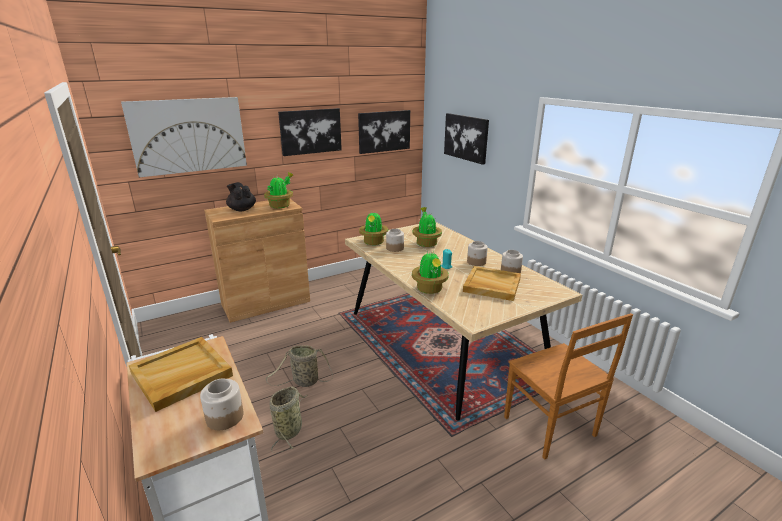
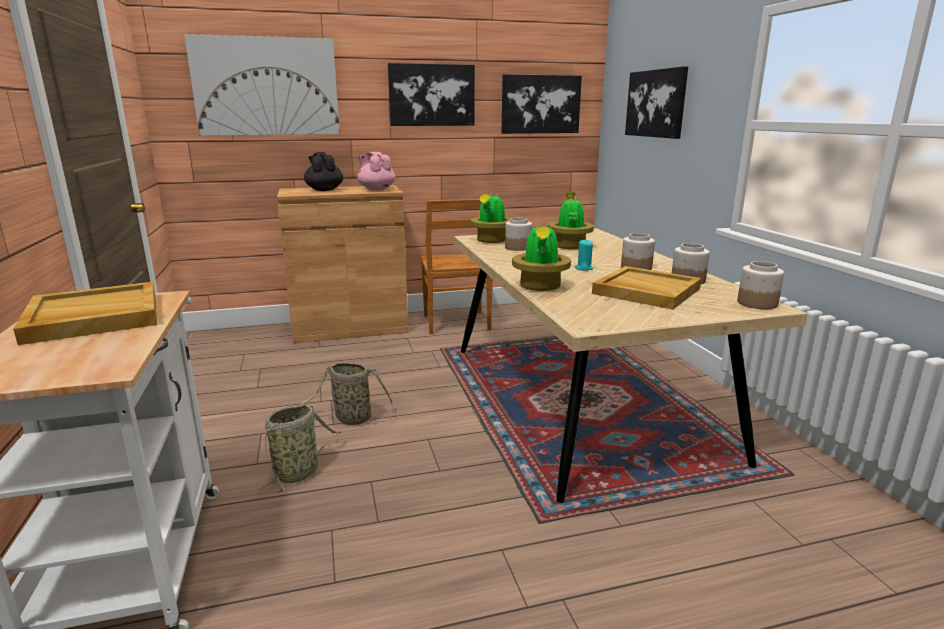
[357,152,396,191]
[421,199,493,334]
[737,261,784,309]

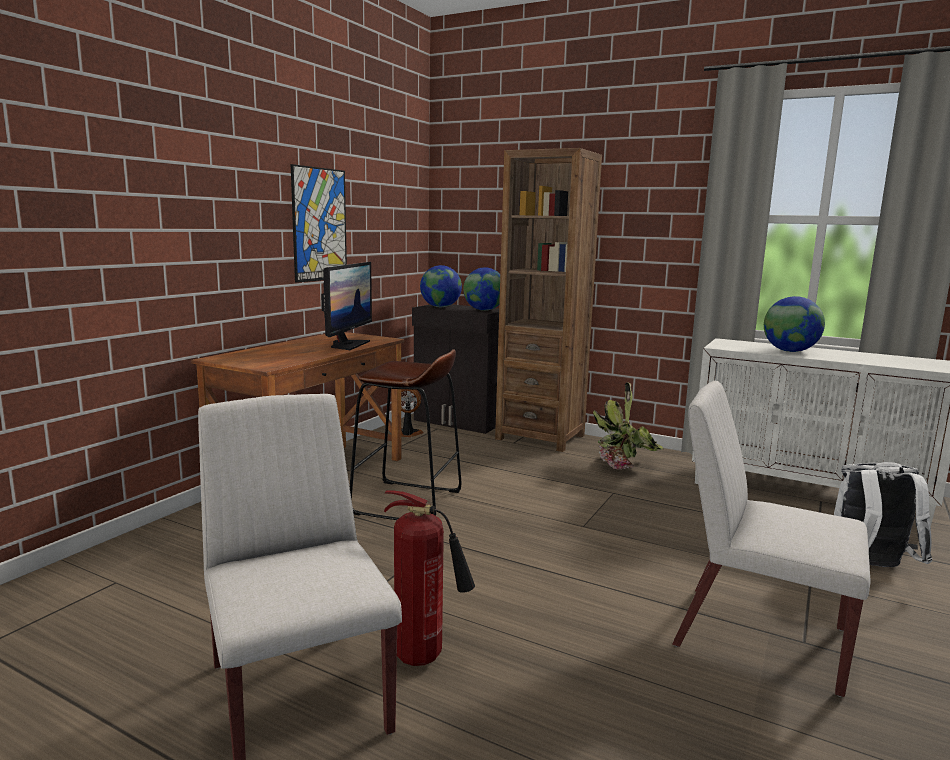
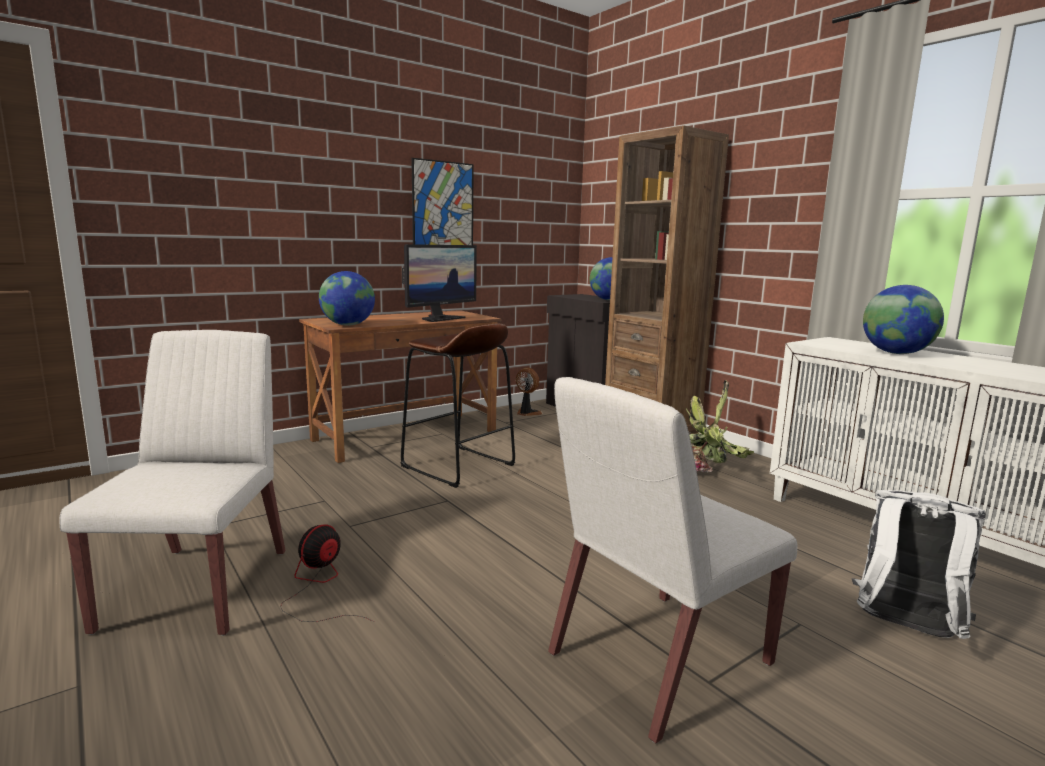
[319,271,375,326]
[548,377,797,743]
[280,524,375,622]

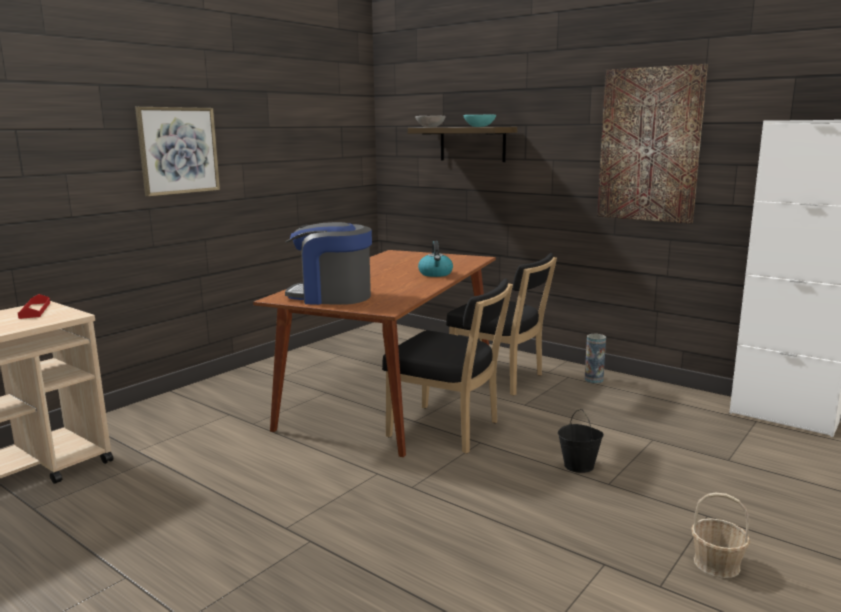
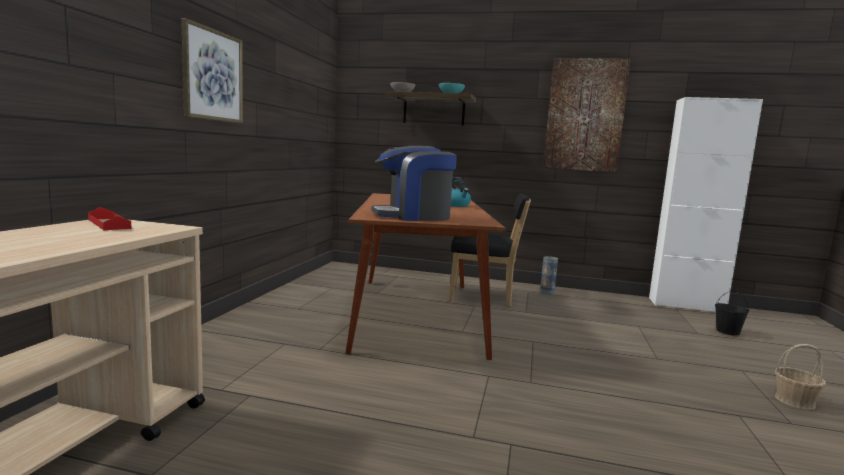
[382,279,513,454] (first image)
[715,290,749,336]

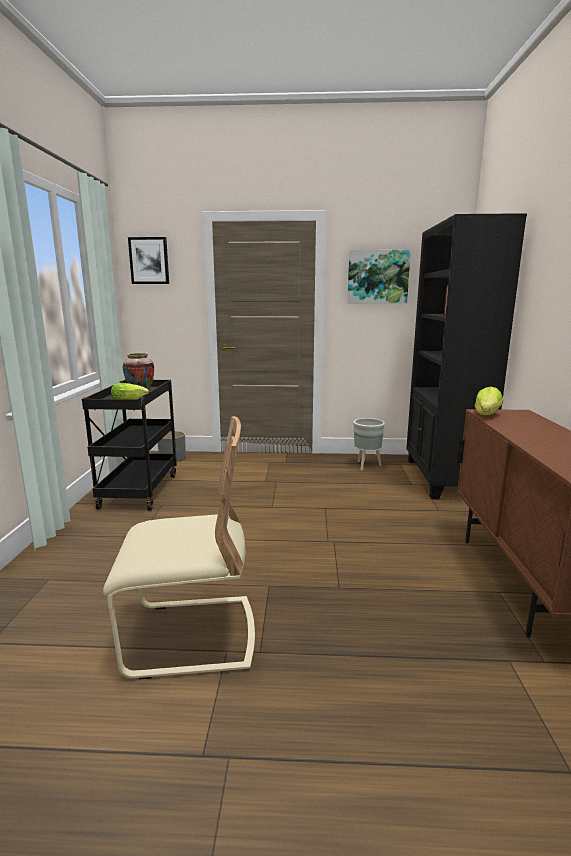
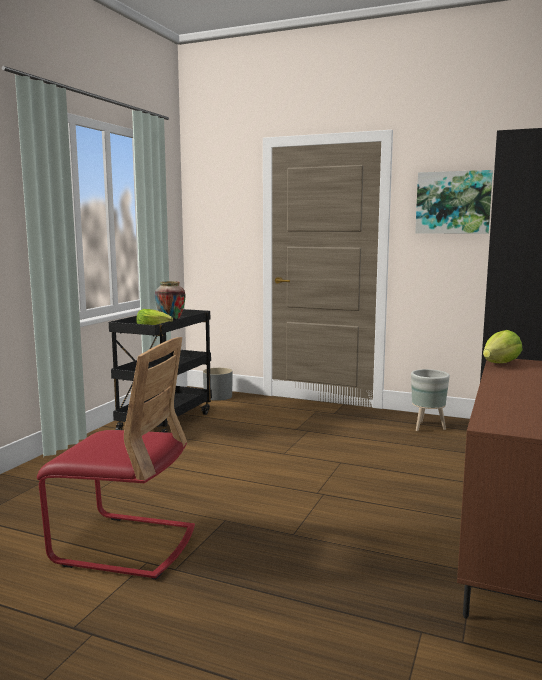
[128,237,169,284] (first image)
[37,337,195,580]

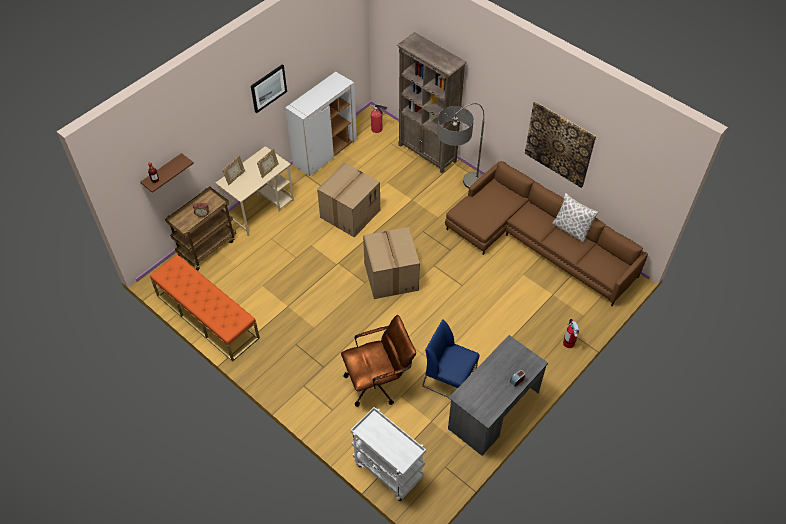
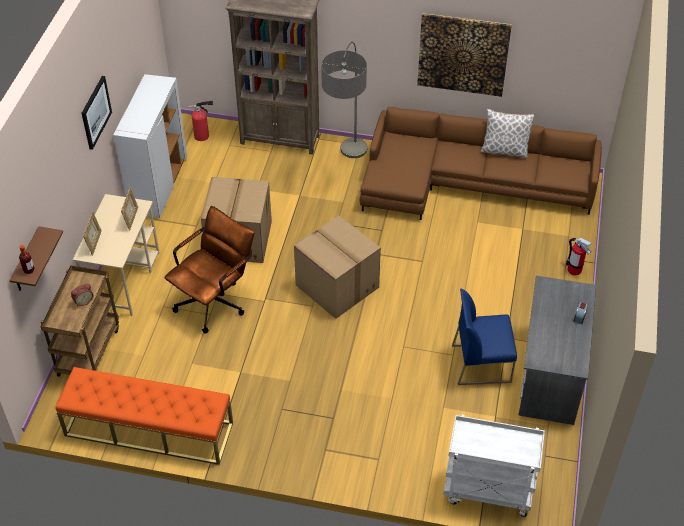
[165,206,254,334]

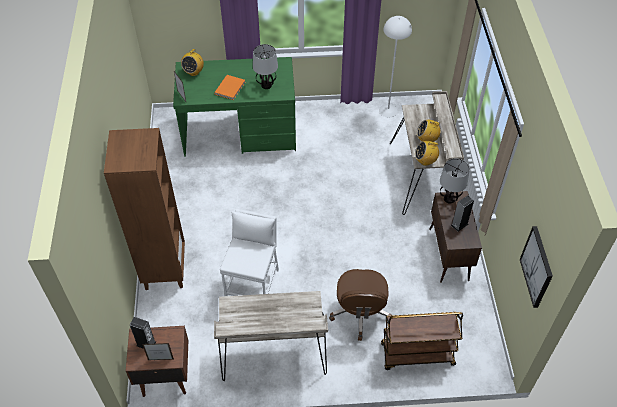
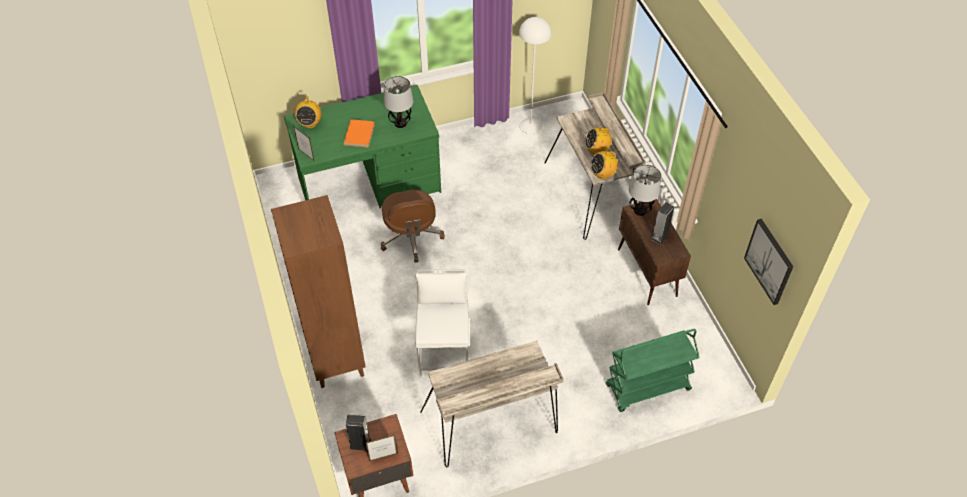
[381,190,445,262]
[606,329,700,412]

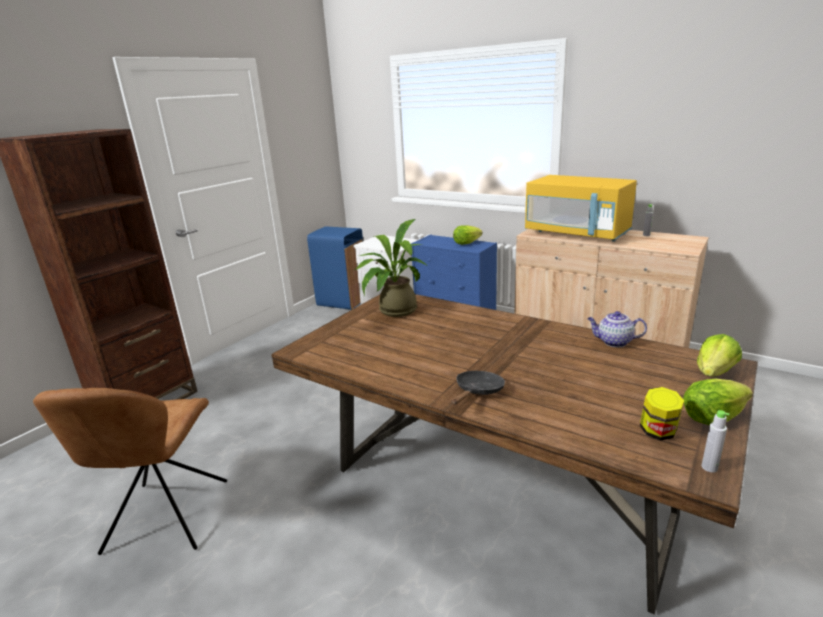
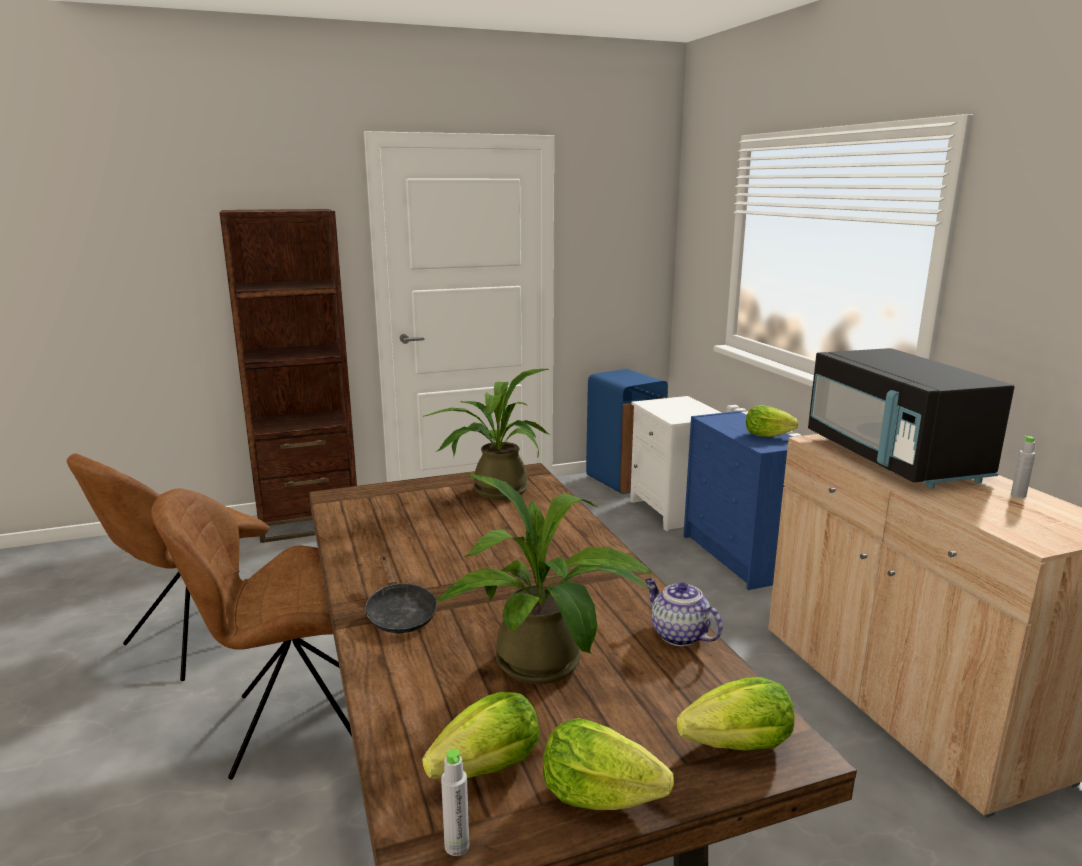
[808,348,1014,488]
[364,556,437,633]
[422,692,539,779]
[436,473,653,684]
[152,489,352,779]

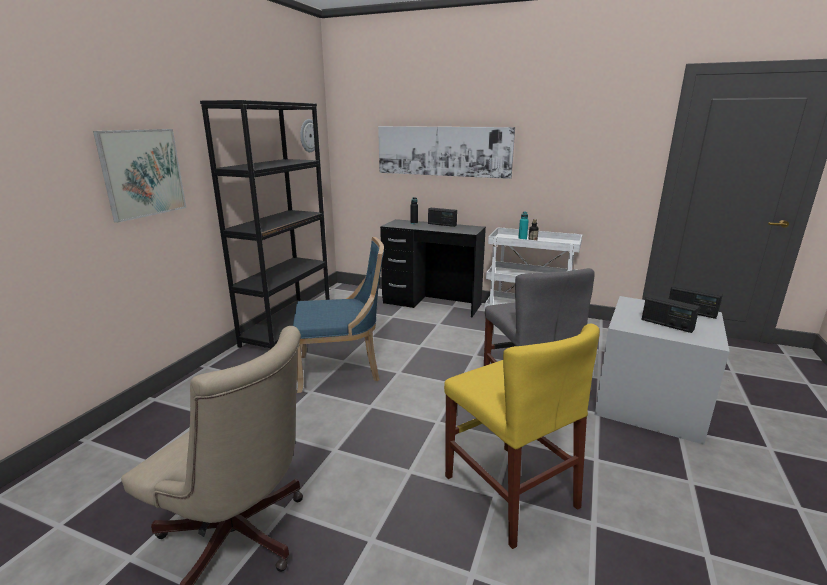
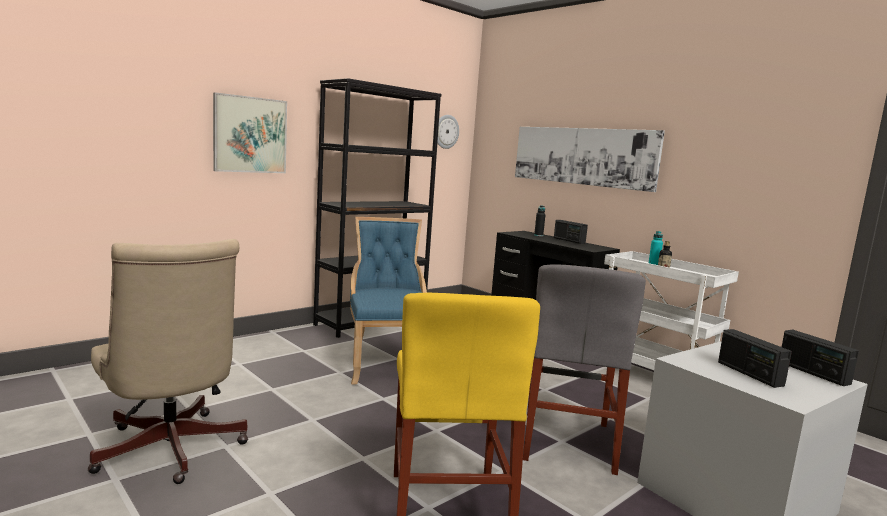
[350,217,427,385]

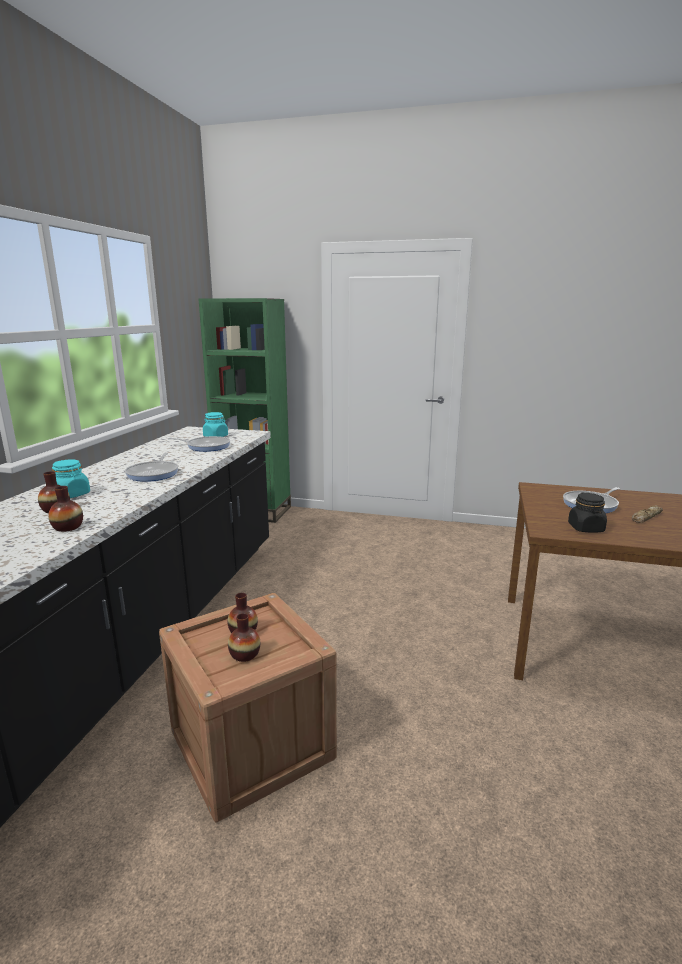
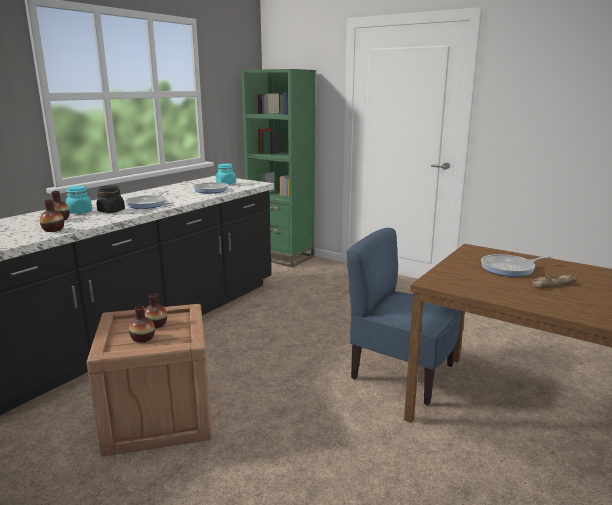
[97,185,125,213]
[346,228,462,406]

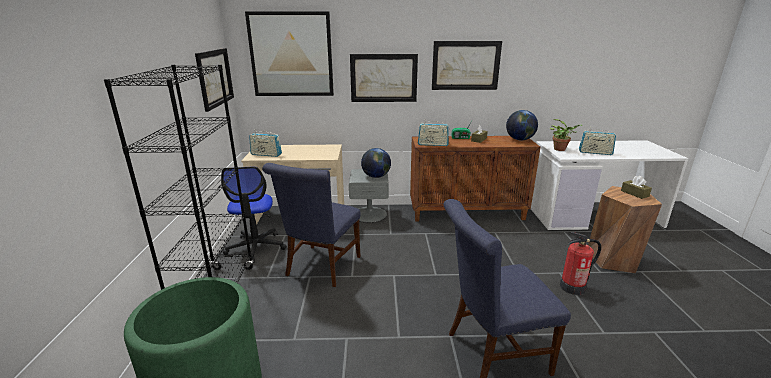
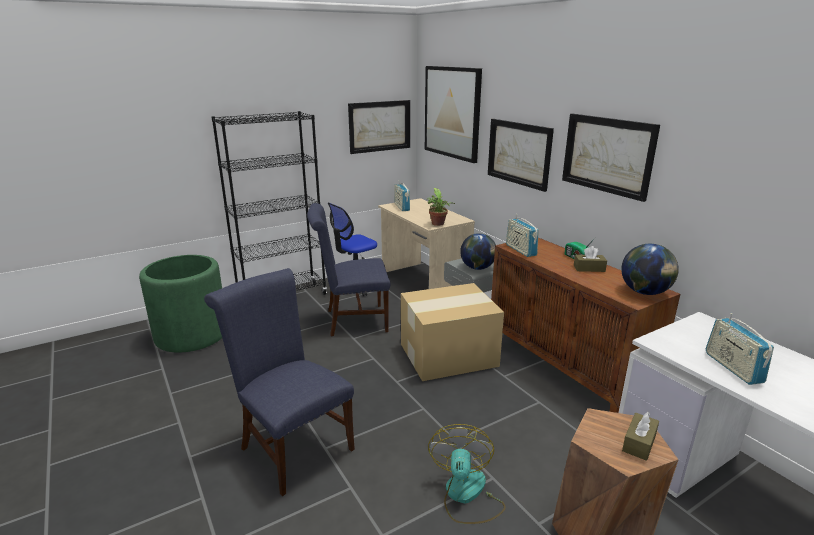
[427,188,455,226]
[428,424,506,524]
[401,283,504,381]

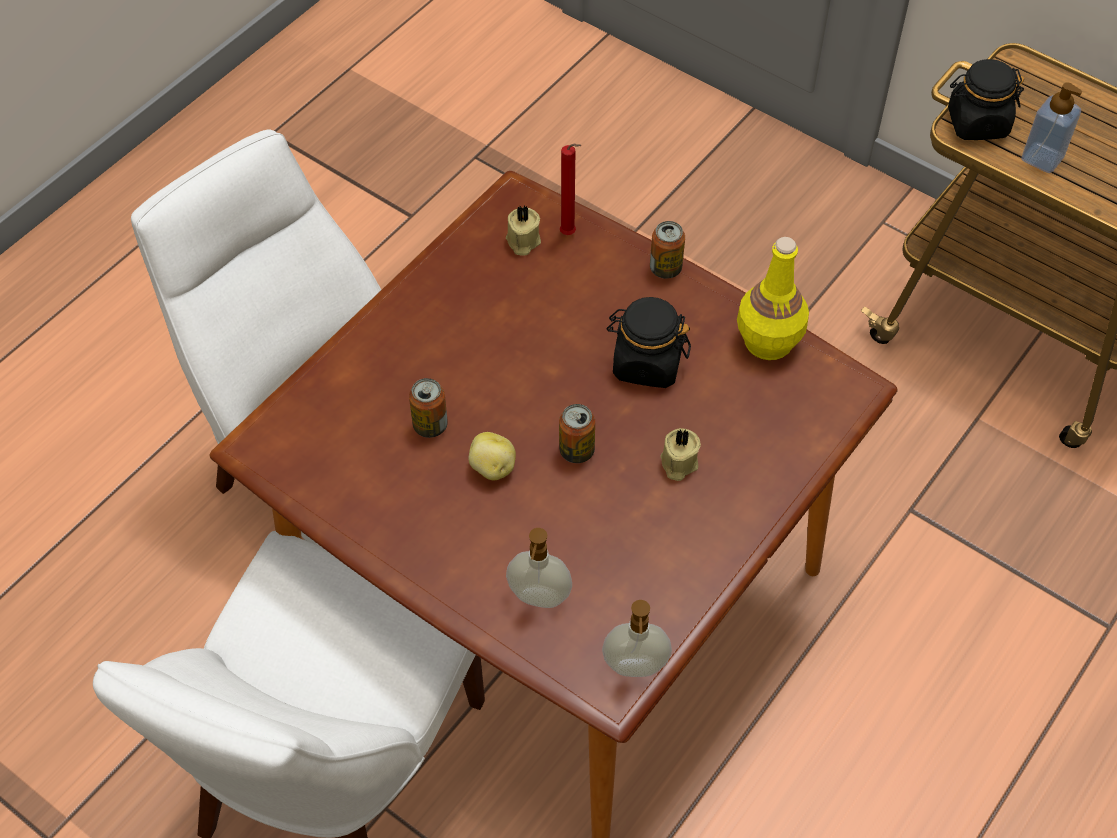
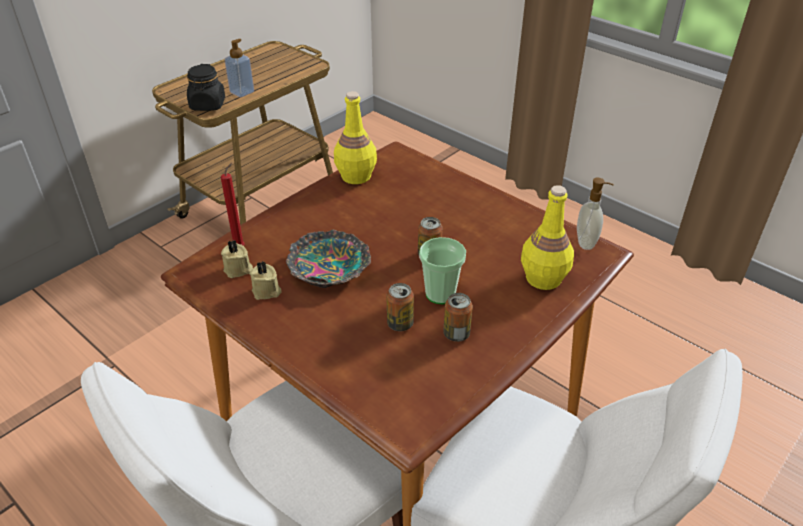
[443,293,473,342]
[606,297,691,388] (first image)
[250,261,282,300]
[419,237,466,304]
[521,185,574,290]
[286,229,371,288]

